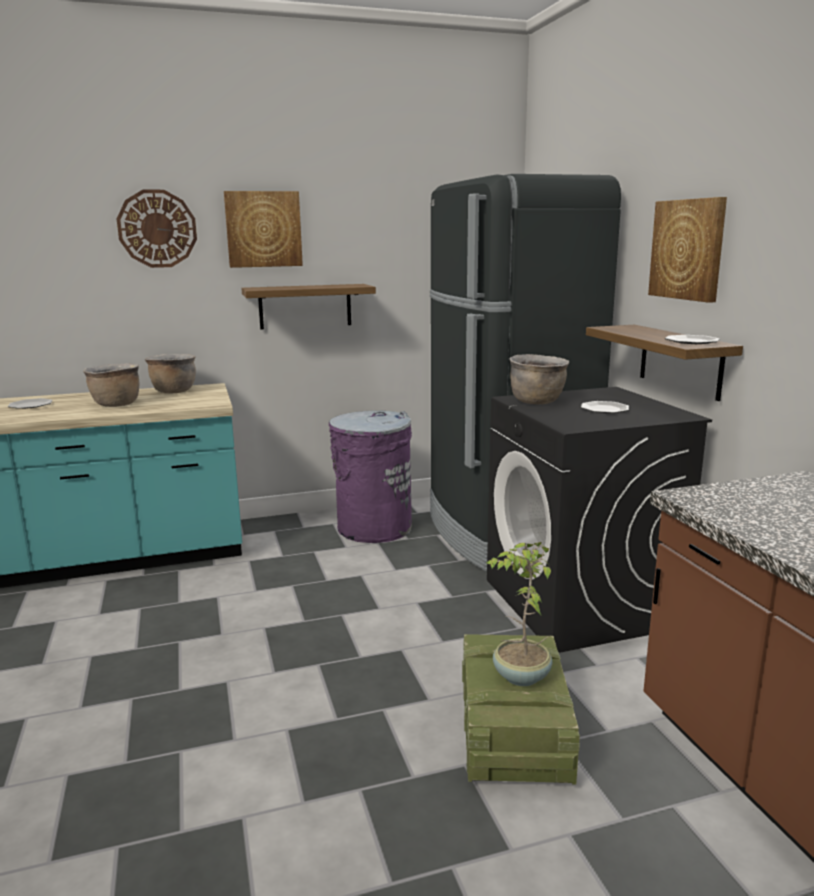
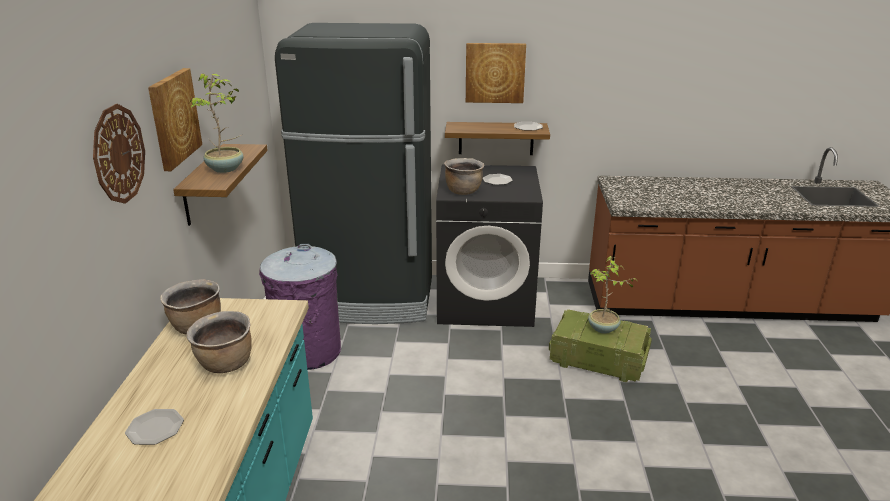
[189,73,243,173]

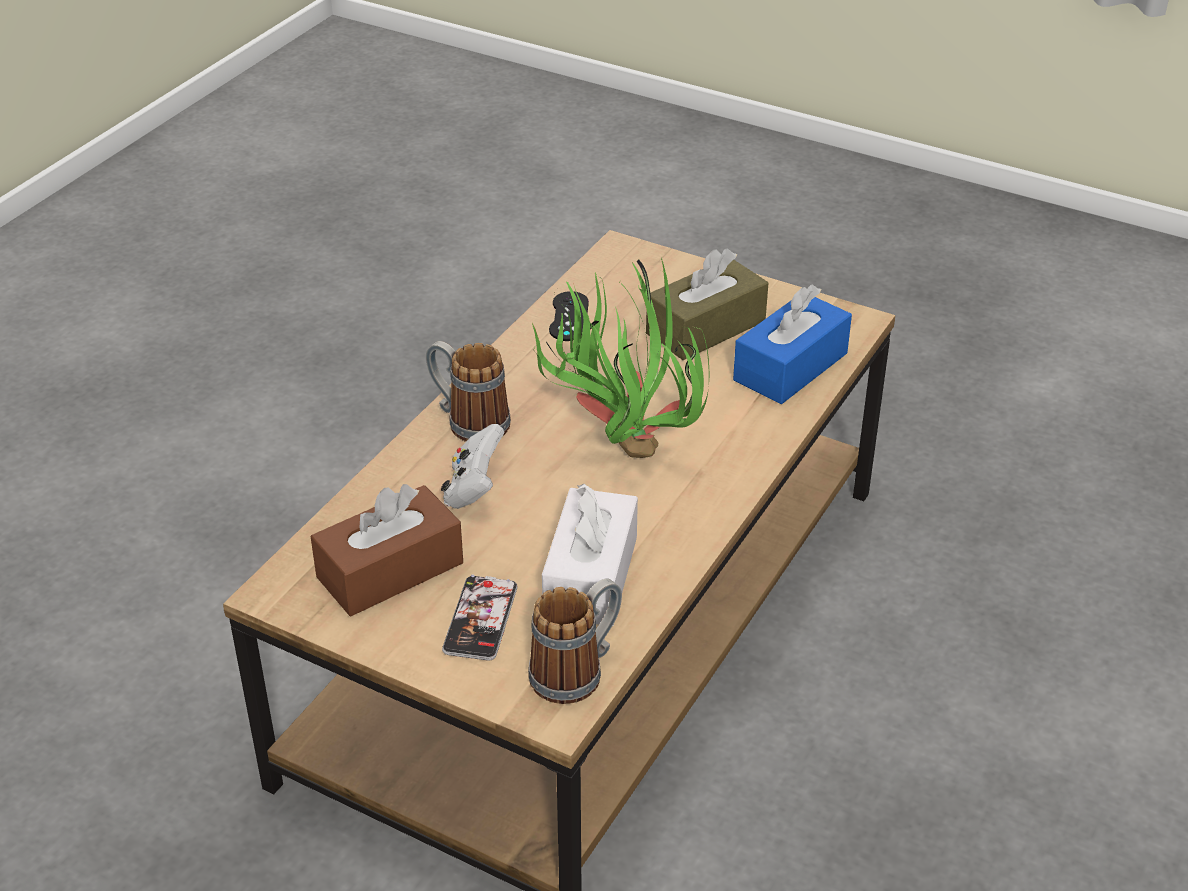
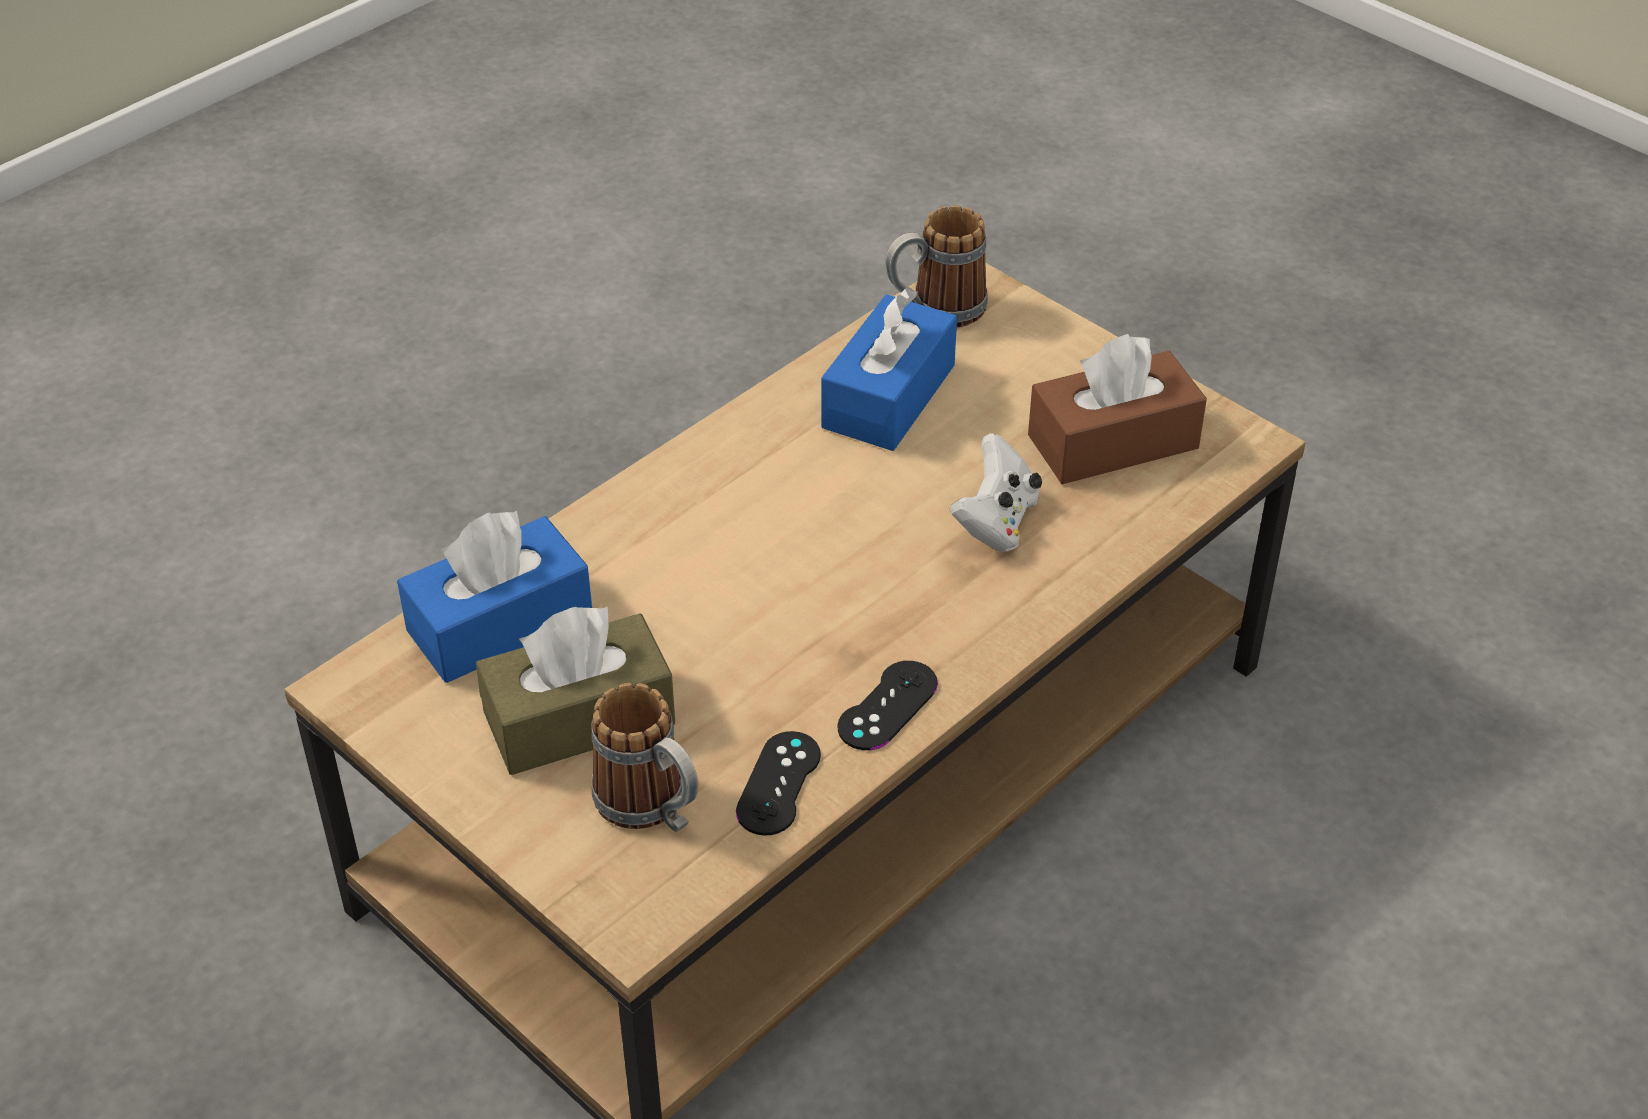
[532,258,709,458] (first image)
[592,683,698,832]
[821,288,957,451]
[442,575,518,661] (first image)
[838,661,938,750]

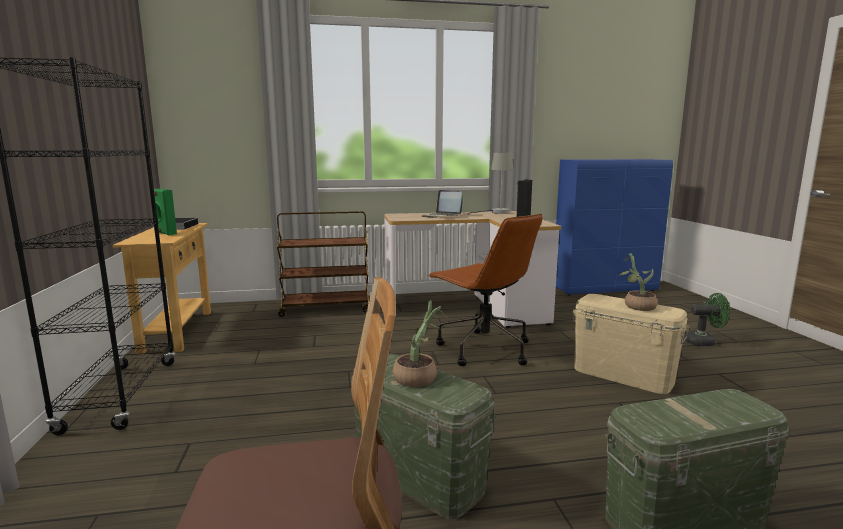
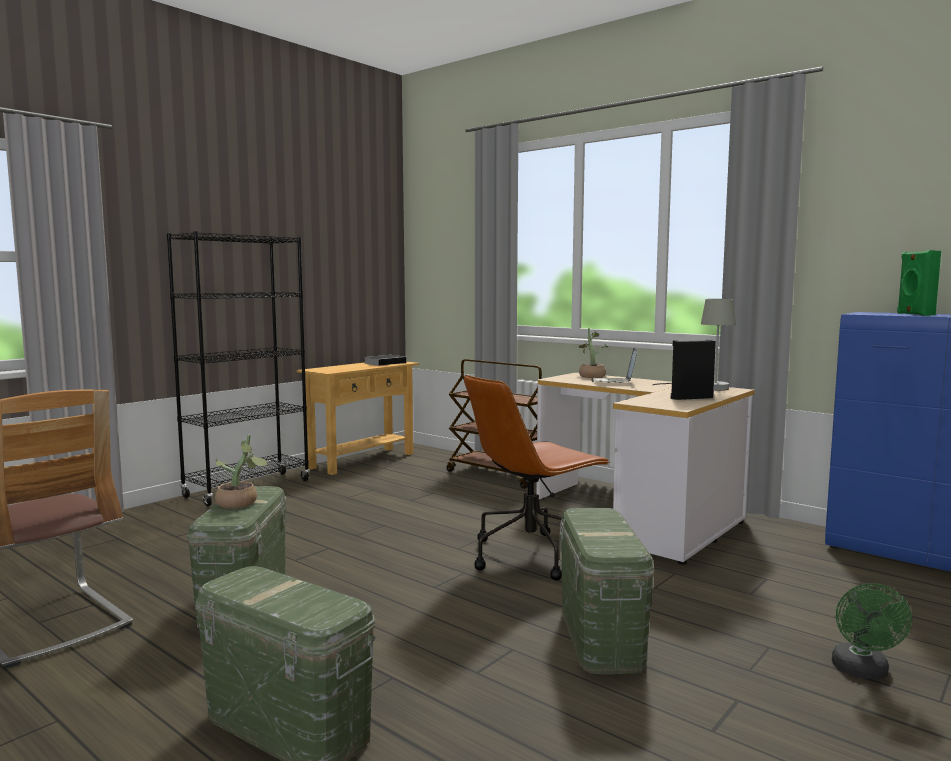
[897,250,941,316]
[464,375,610,581]
[579,328,608,378]
[832,583,912,679]
[559,508,654,674]

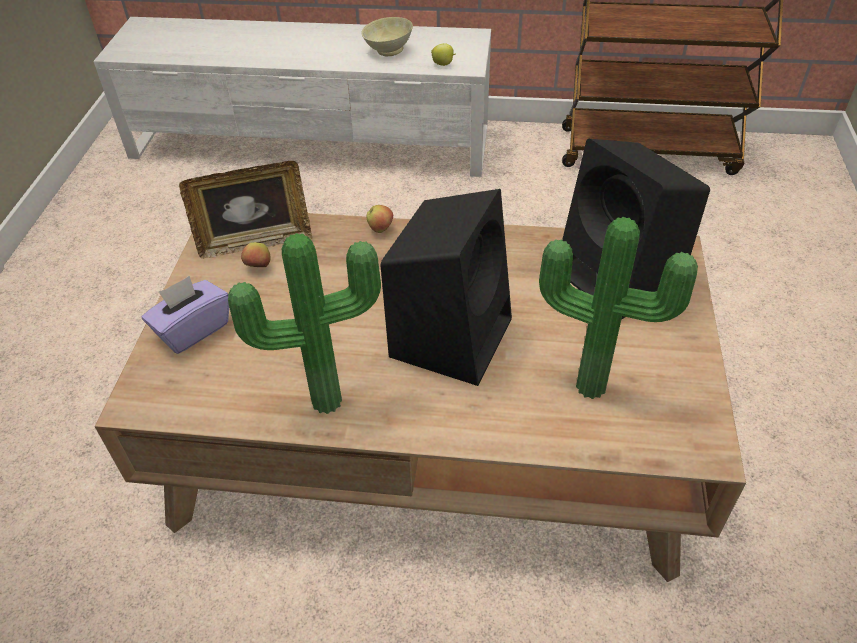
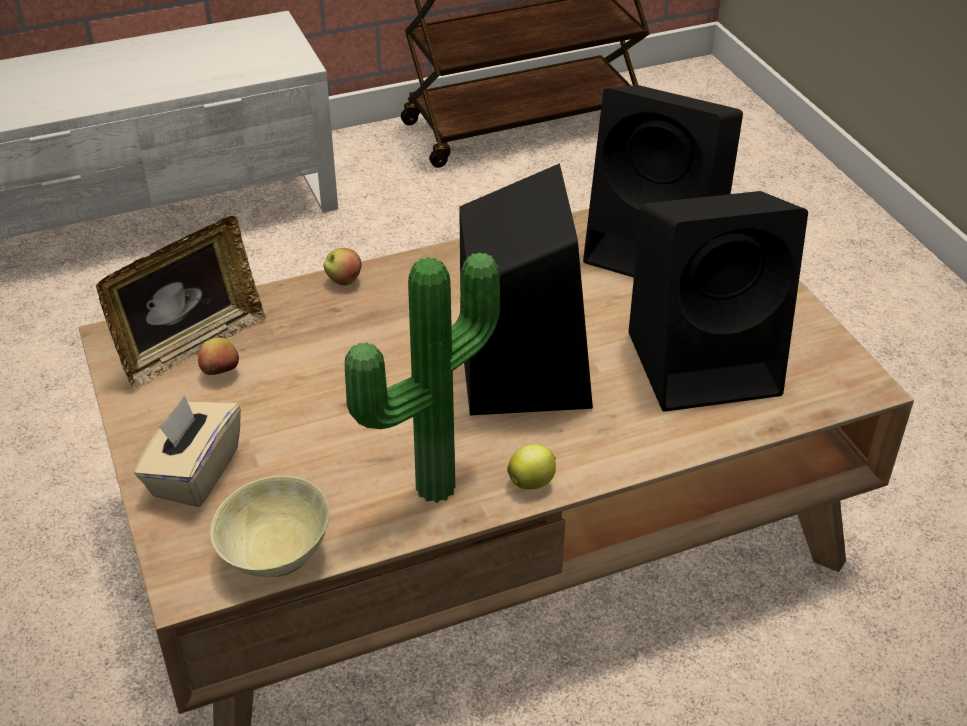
[210,476,330,577]
[507,444,556,489]
[628,191,808,412]
[134,395,241,507]

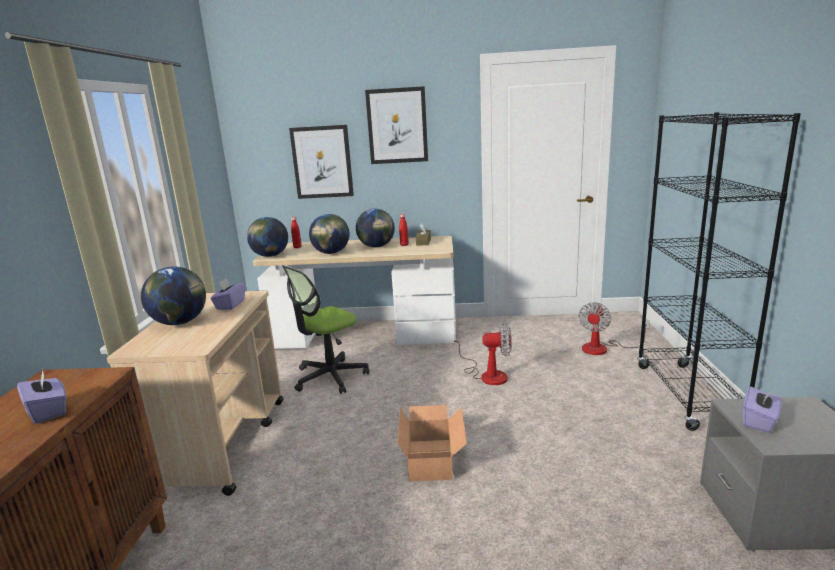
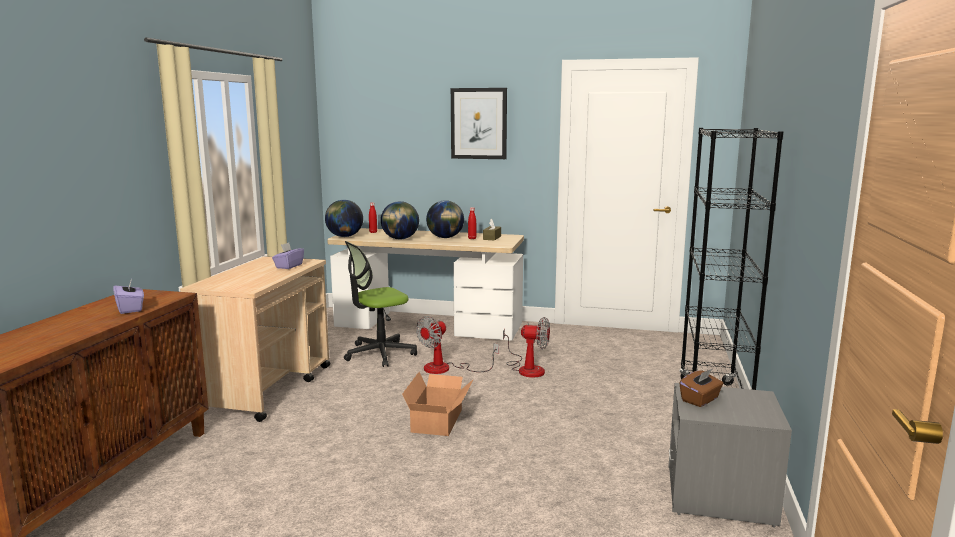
[289,125,354,199] (first image)
[141,266,206,325] (first image)
[416,316,499,374]
[680,369,724,407]

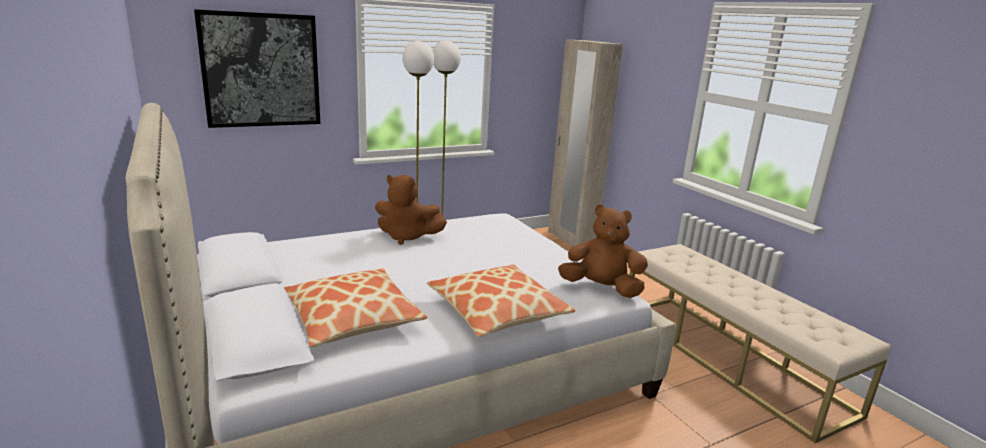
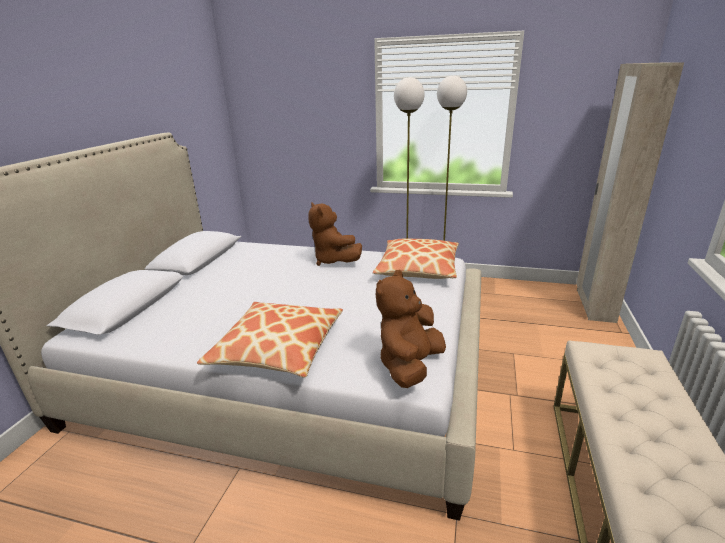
[194,9,320,128] (first image)
[376,270,446,388]
[373,239,459,279]

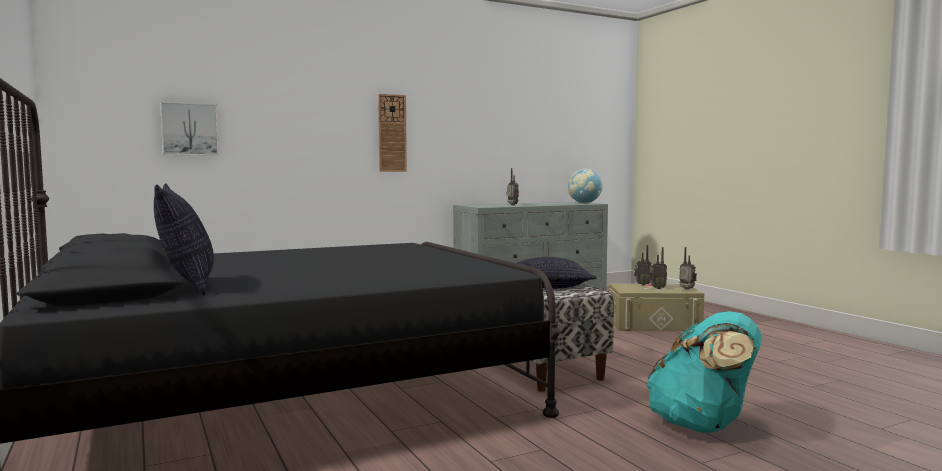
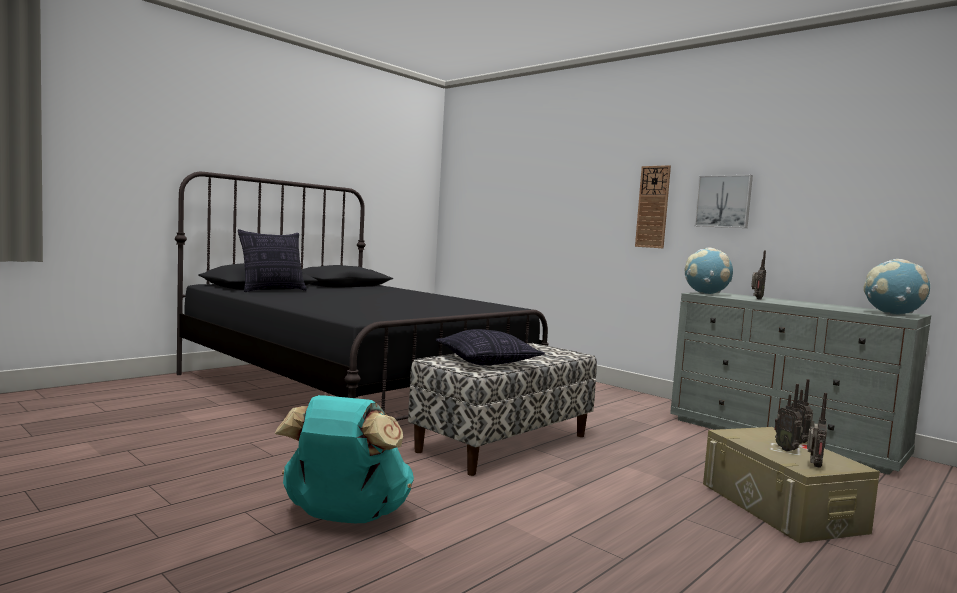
[694,175,753,228]
[684,248,733,294]

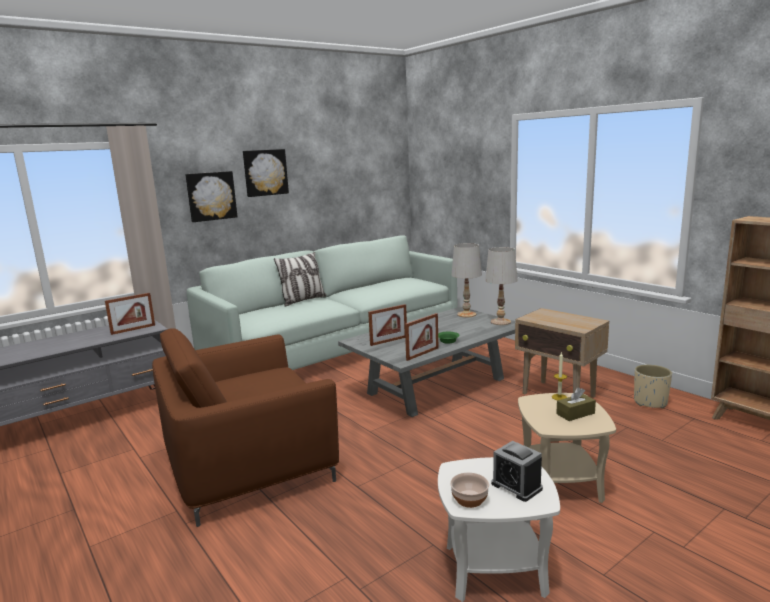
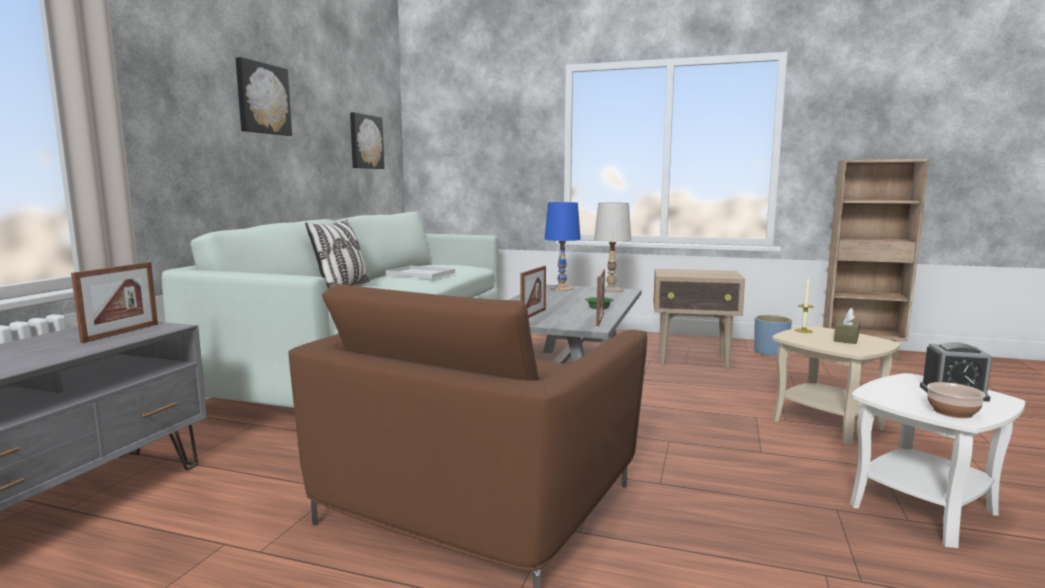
[350,112,385,169]
[544,202,581,291]
[754,315,792,356]
[386,266,455,279]

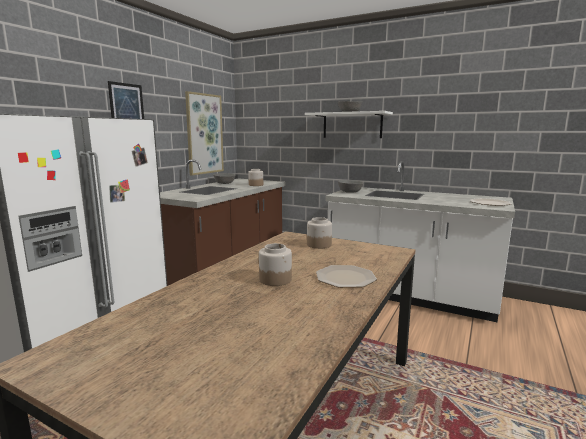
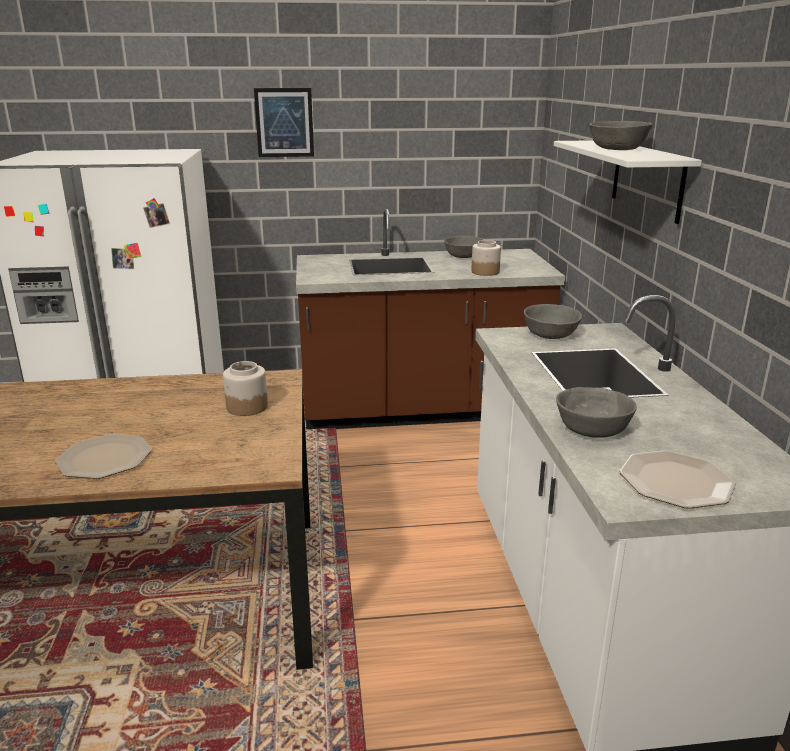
[185,91,224,175] (first image)
[259,243,292,286] (first image)
[556,387,637,438]

